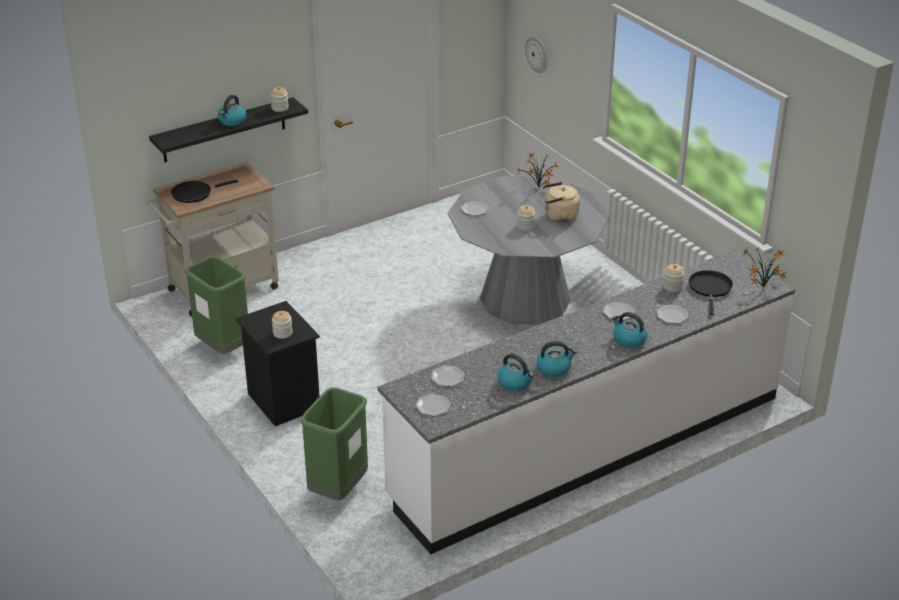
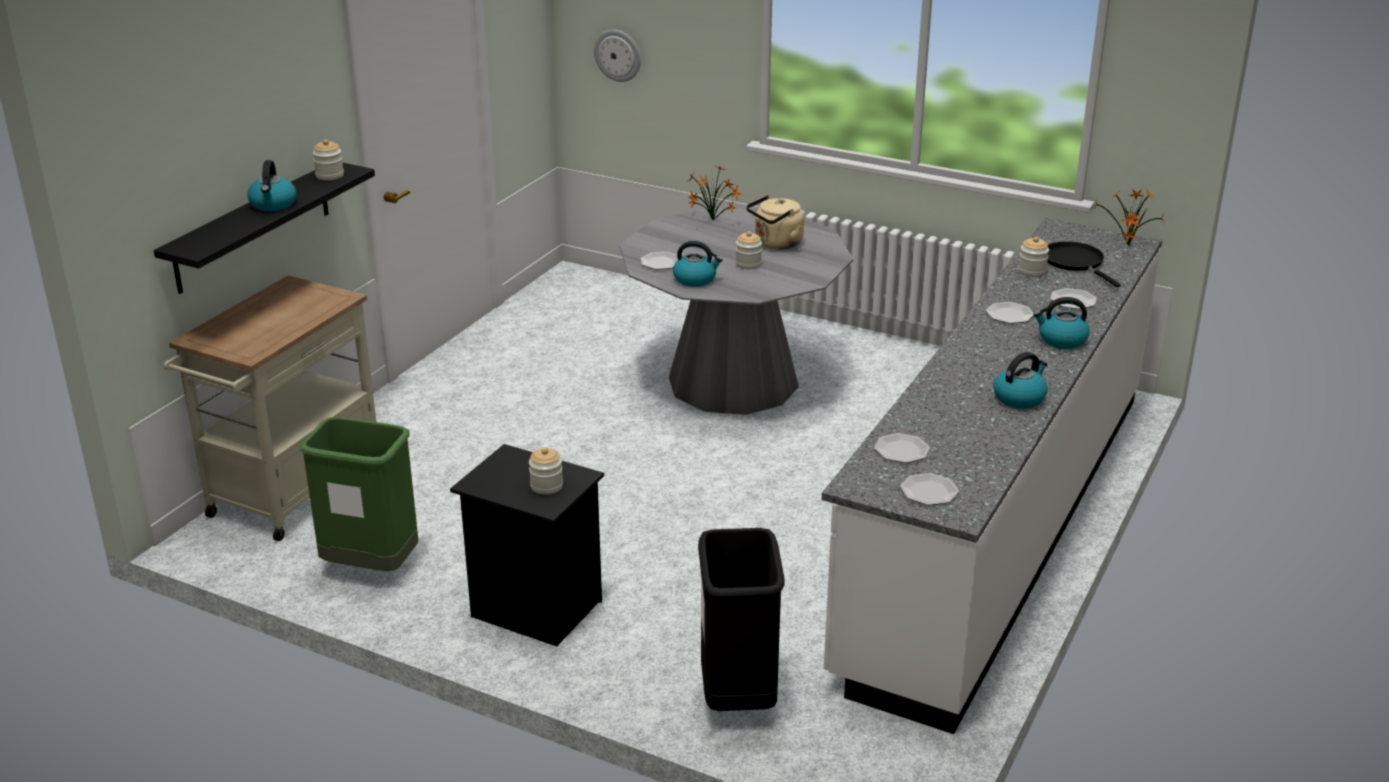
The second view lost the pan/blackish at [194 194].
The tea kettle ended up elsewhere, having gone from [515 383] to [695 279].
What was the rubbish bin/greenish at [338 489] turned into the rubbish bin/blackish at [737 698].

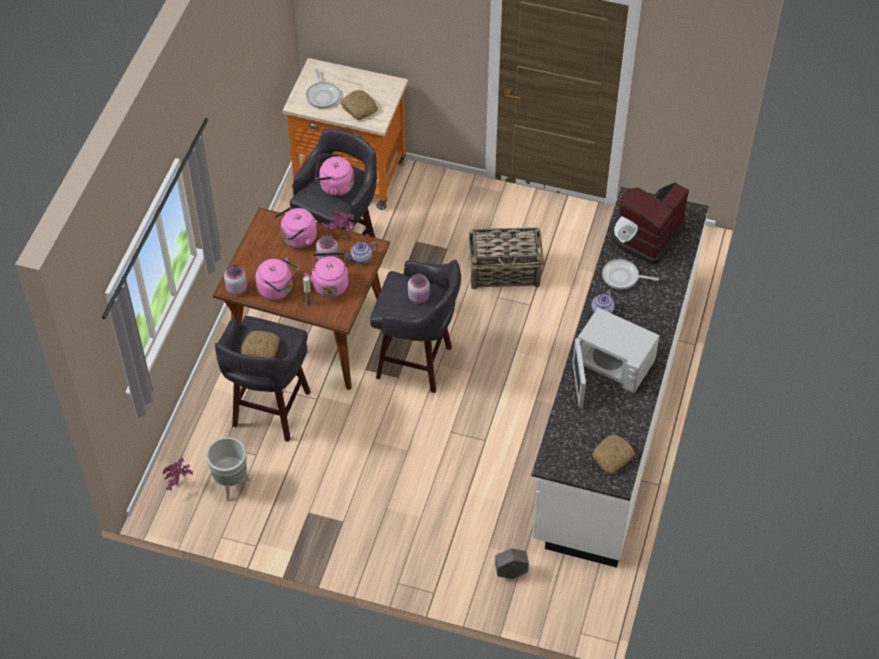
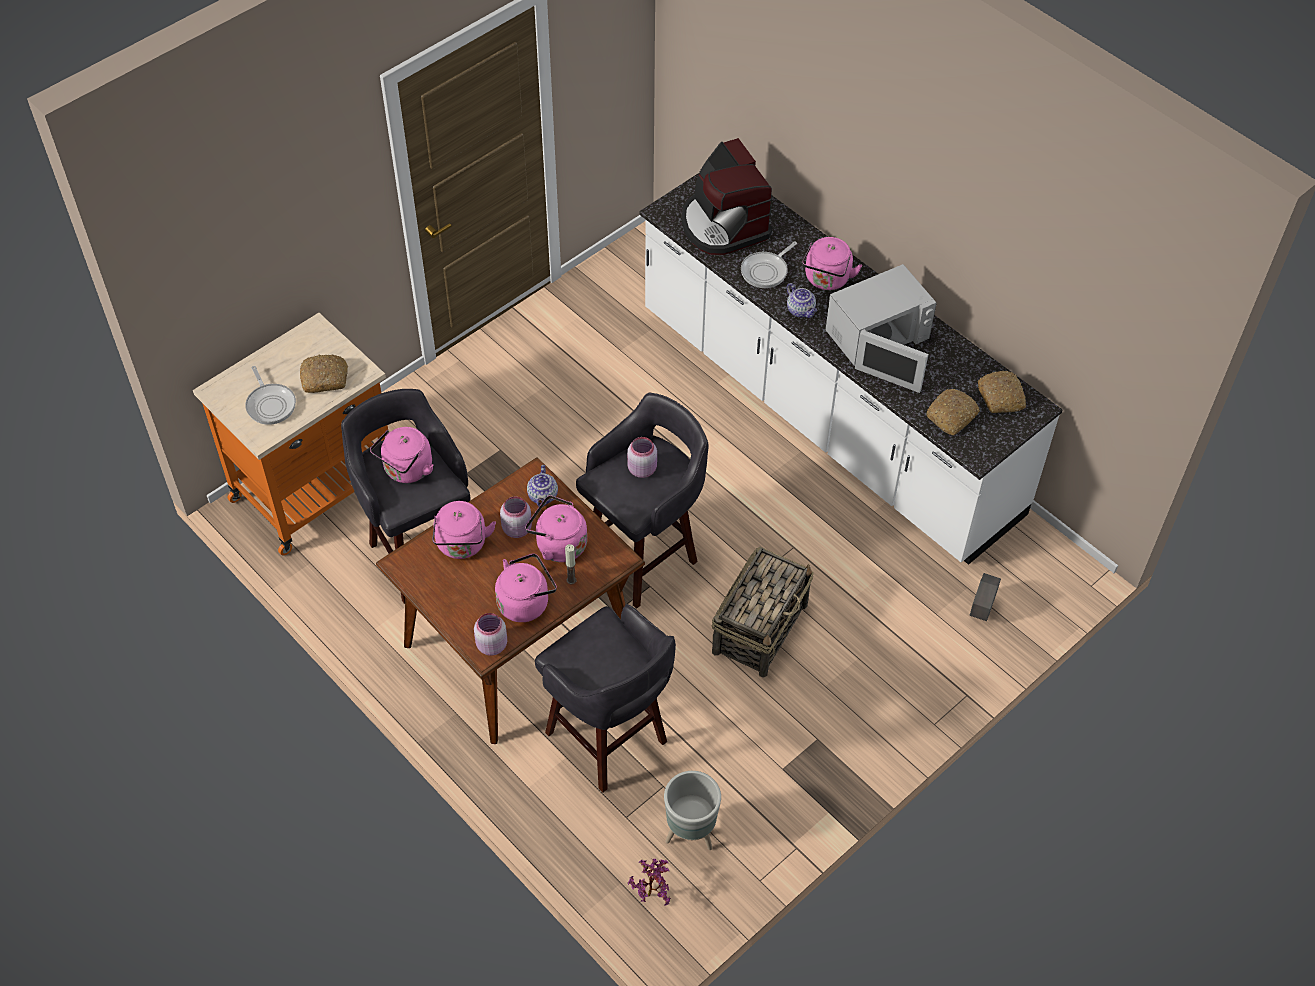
The second view lost the houseplant at [342 236].
The second view gained the tea kettle/pink at [827 280].
The bread ended up elsewhere, having gone from [260 349] to [951 416].
The storage basket ended up elsewhere, having gone from [505 272] to [760 628].
The pan at [322 95] ended up facing another way, 45 degrees clockwise from before.

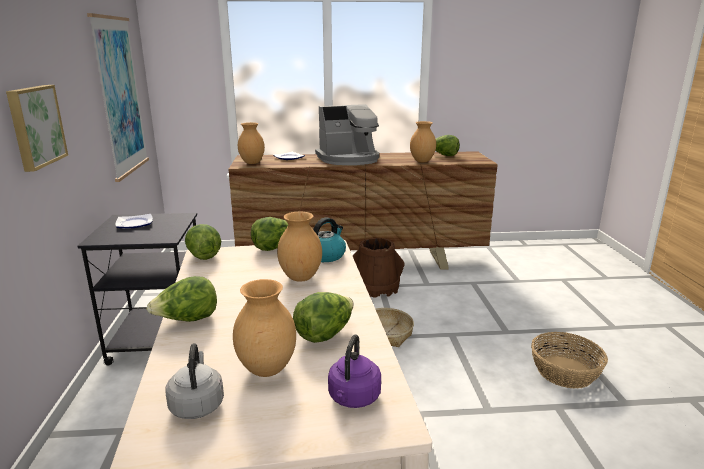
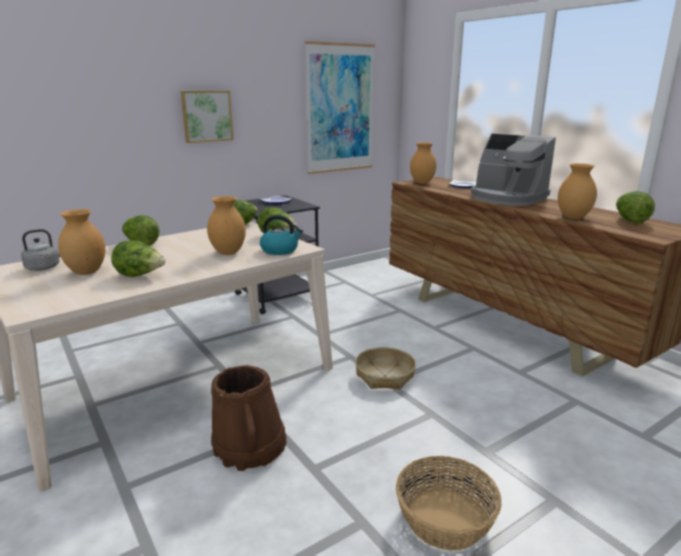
The second view lost the tea kettle/purplish at [353 398].
The bucket/brown ended up elsewhere, having gone from [376 287] to [249 446].

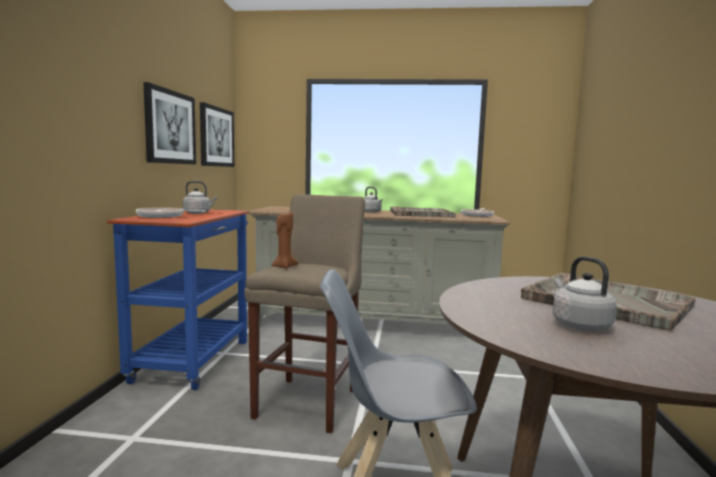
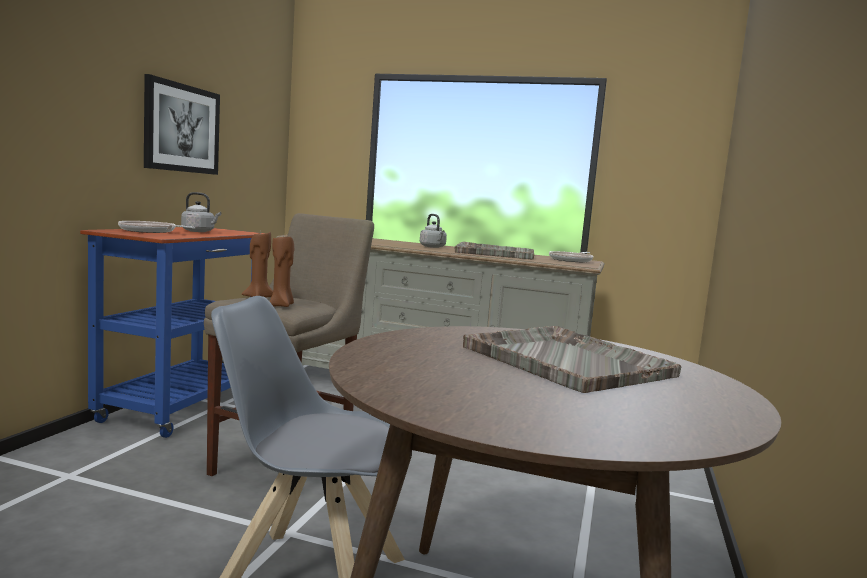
The second view lost the wall art at [216 137].
The second view lost the tea kettle/greyish at [578 325].
The second view gained the wax light/brown at [281 306].

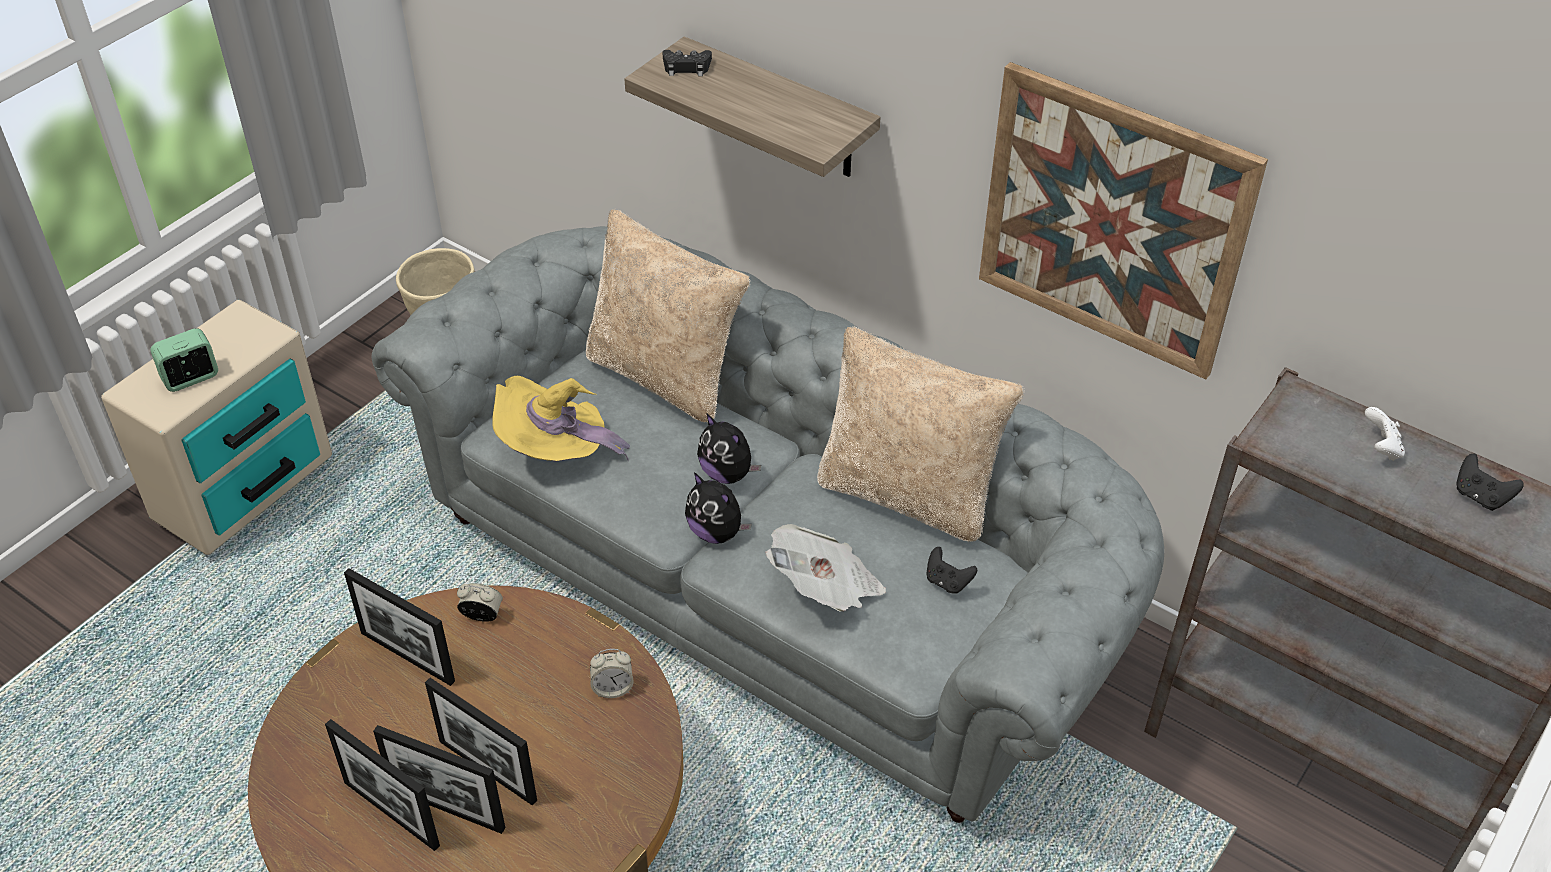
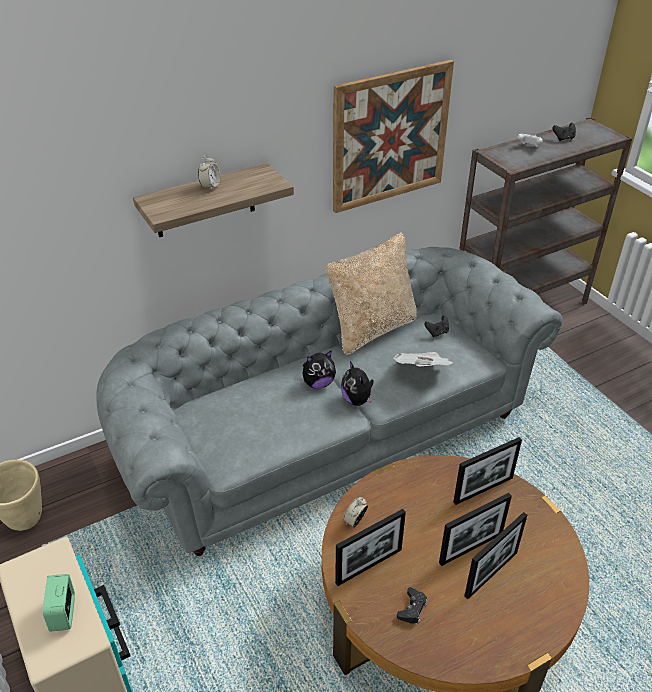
The second view lost the clothing hat/yellow at [556 451].
The second view lost the pillow/sand-coloured at [664 381].
The picture frame ended up elsewhere, having gone from [391 814] to [483 490].
The alarm clock ended up elsewhere, having gone from [612 688] to [210 186].
The gamepad/blackish ended up elsewhere, having gone from [686 67] to [412 609].
The plush toy at [716 532] ended up facing another way, 90 degrees clockwise from before.

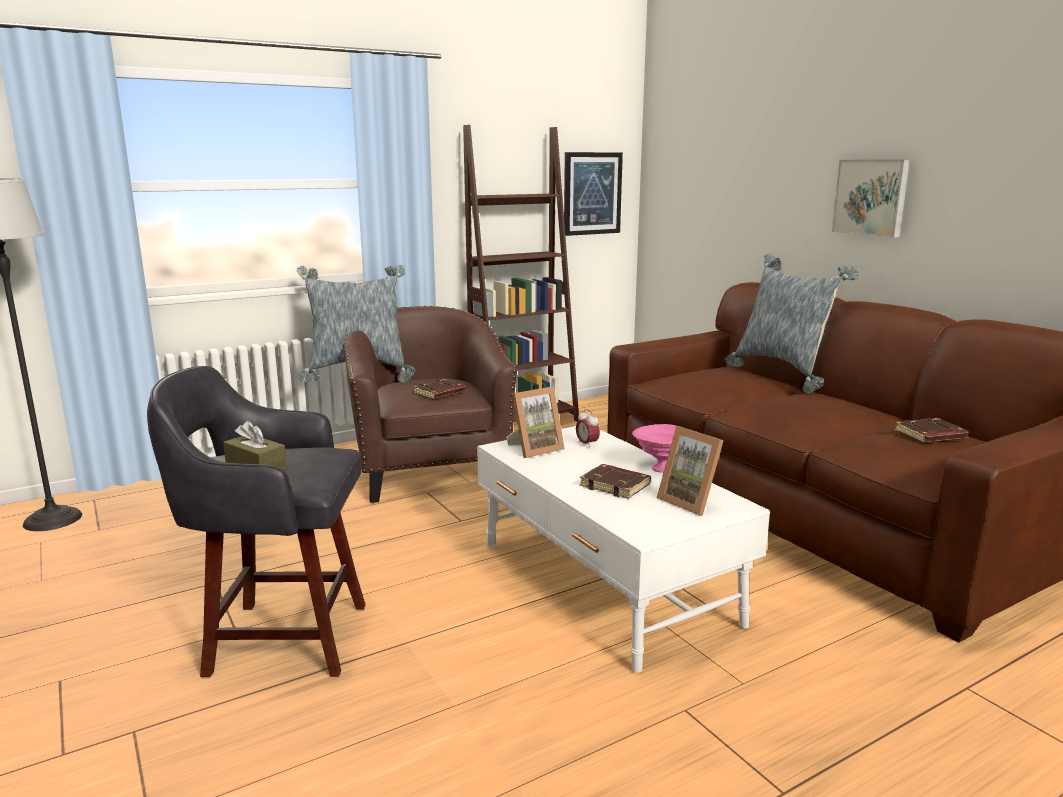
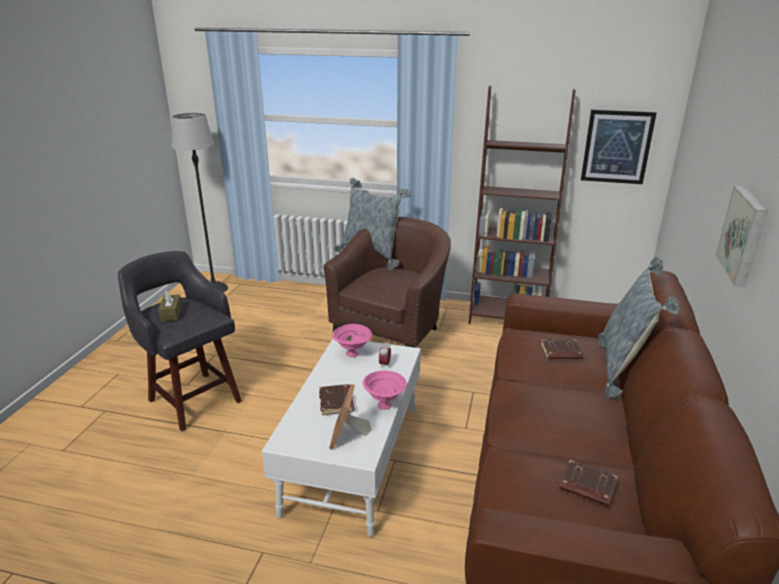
The volume/brown ended up elsewhere, having gone from [439 393] to [561 353].
Where the picture frame stood at [535 449], the serving bowl/pink came to stand at [353 354].

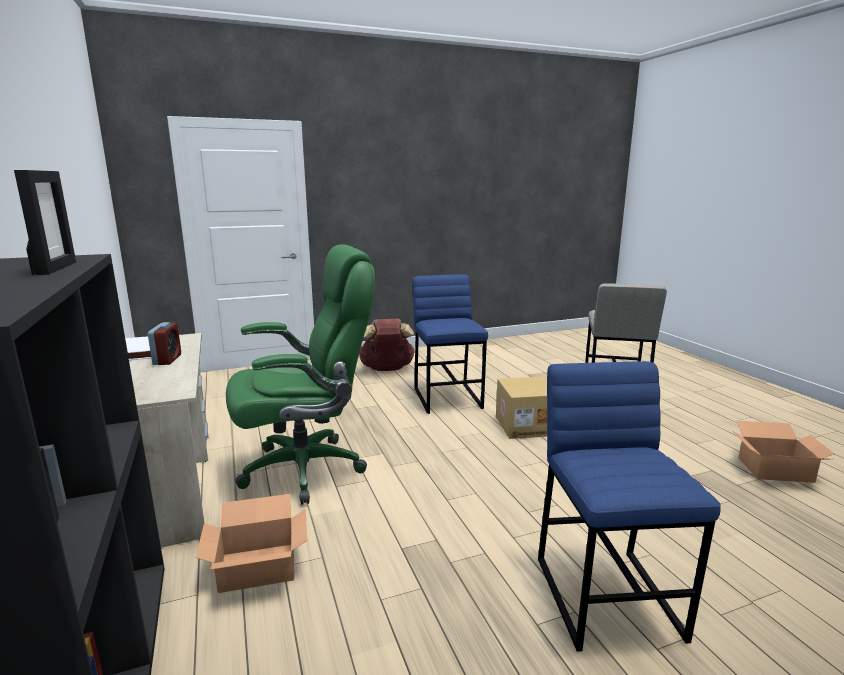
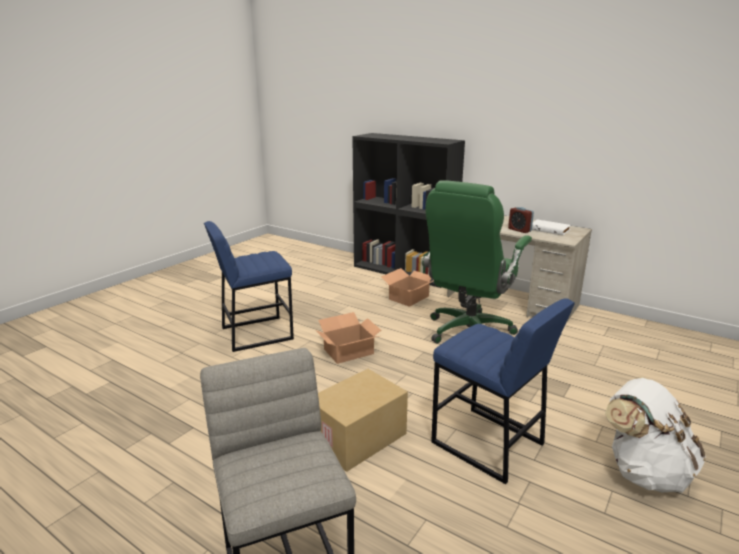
The second view lost the picture frame at [55 268].
The carton ended up elsewhere, having gone from [776 470] to [348 351].
What was the knapsack/brown at [387 369] turned into the knapsack/white at [644 472].
The chair/blue at [605 594] ended up facing another way, 105 degrees clockwise from before.

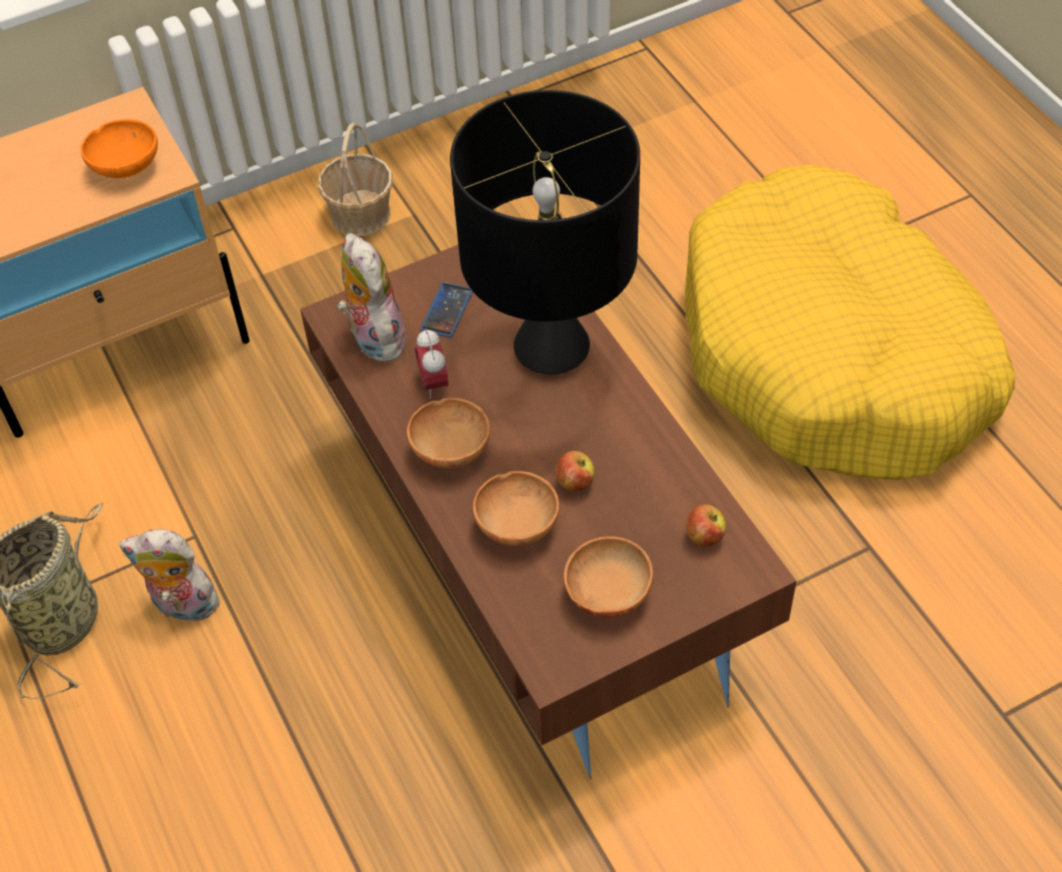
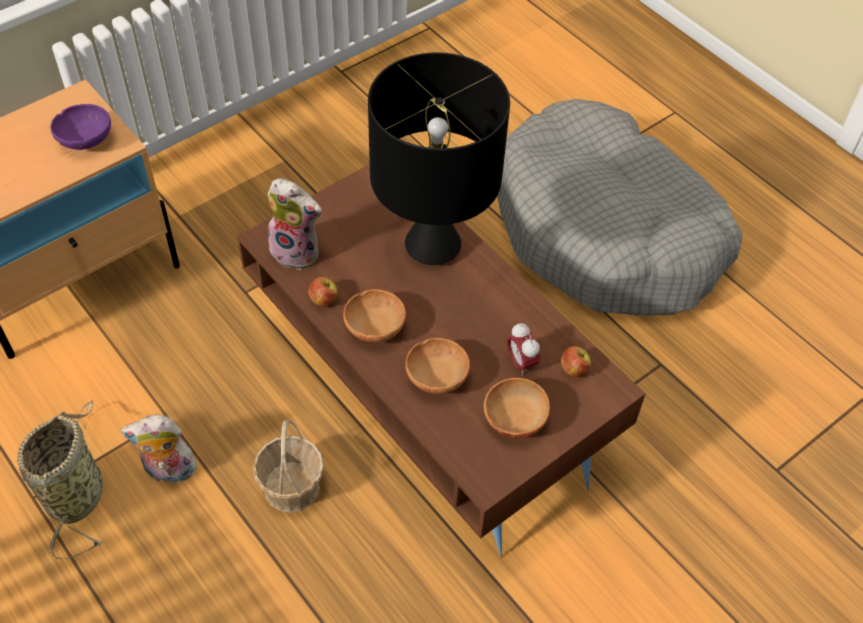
The second view lost the phone at [447 310].
The storage basket ended up elsewhere, having gone from [360 215] to [291 487].
The alarm clock ended up elsewhere, having gone from [434 383] to [521 363].
The whole apple ended up elsewhere, having gone from [575 482] to [323 300].
What was the serving bowl/orange at [126 166] turned into the serving bowl/purplish at [86 140].
What was the pet bed/yellow at [833 355] turned into the pet bed/greyish at [606 232].
The plush toy at [373 337] ended up facing another way, 150 degrees clockwise from before.

